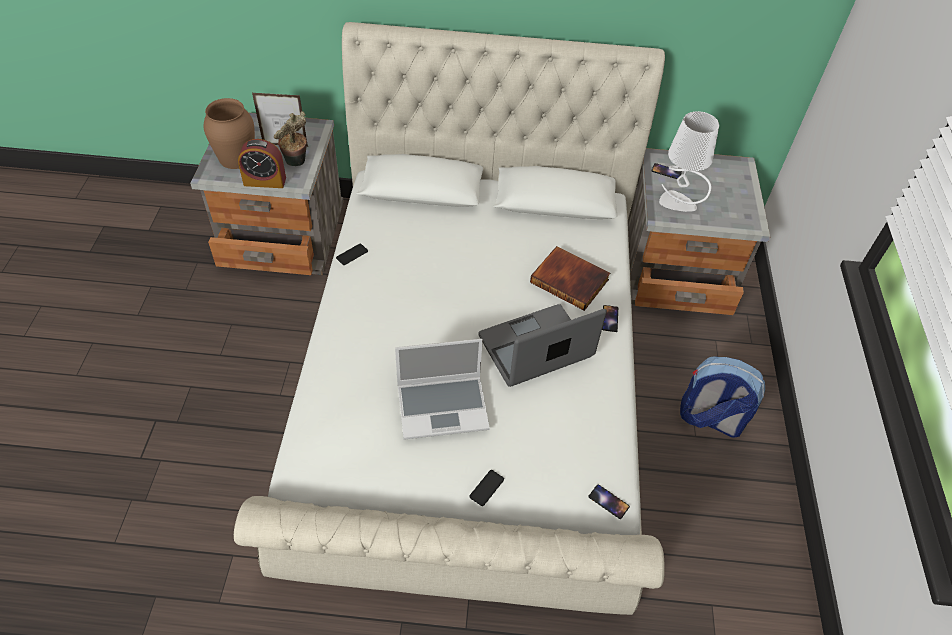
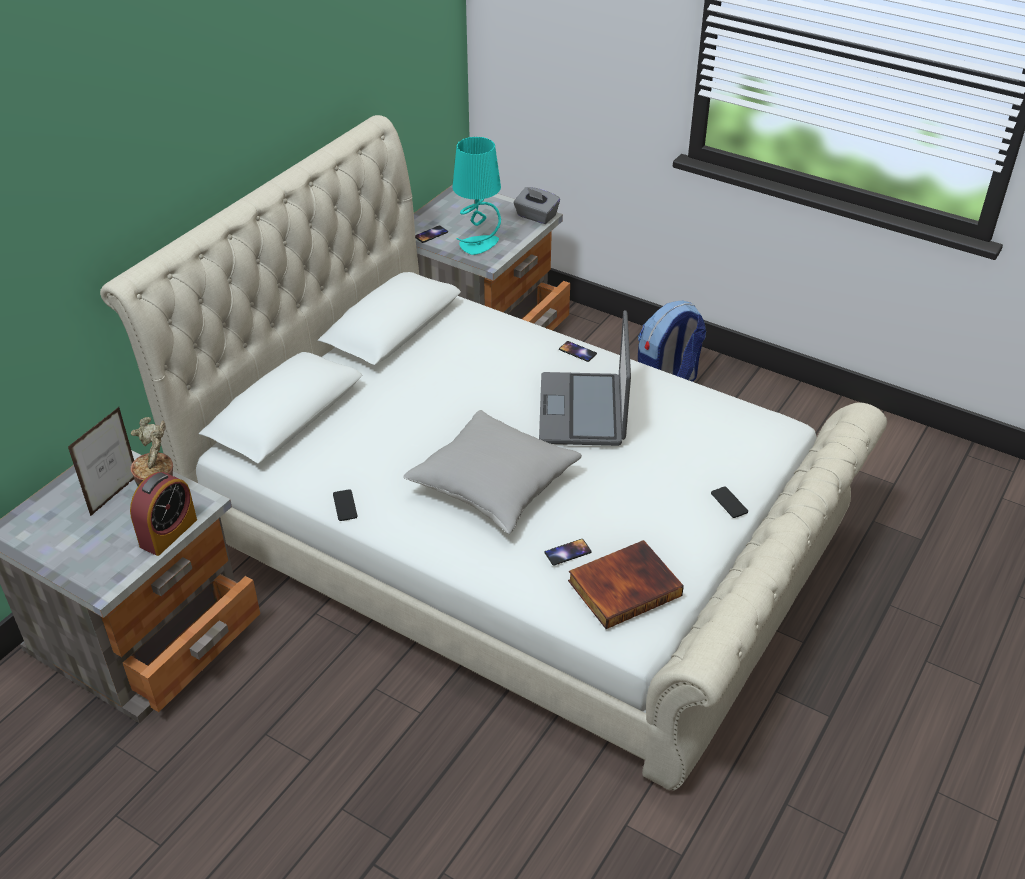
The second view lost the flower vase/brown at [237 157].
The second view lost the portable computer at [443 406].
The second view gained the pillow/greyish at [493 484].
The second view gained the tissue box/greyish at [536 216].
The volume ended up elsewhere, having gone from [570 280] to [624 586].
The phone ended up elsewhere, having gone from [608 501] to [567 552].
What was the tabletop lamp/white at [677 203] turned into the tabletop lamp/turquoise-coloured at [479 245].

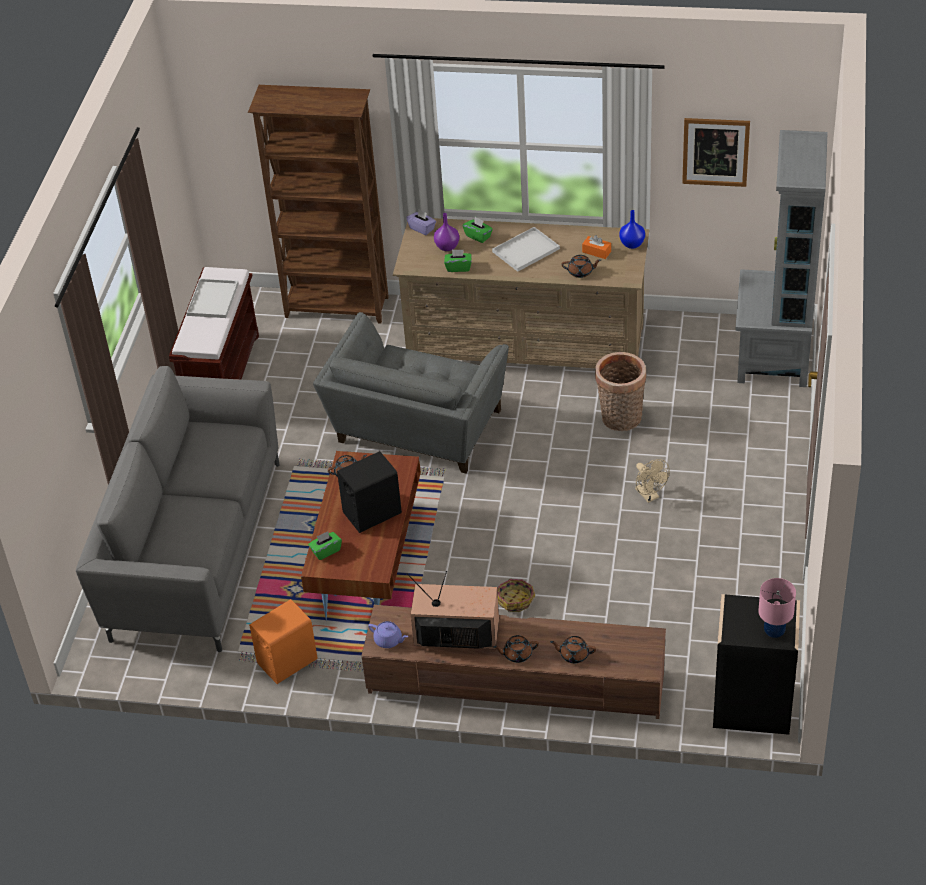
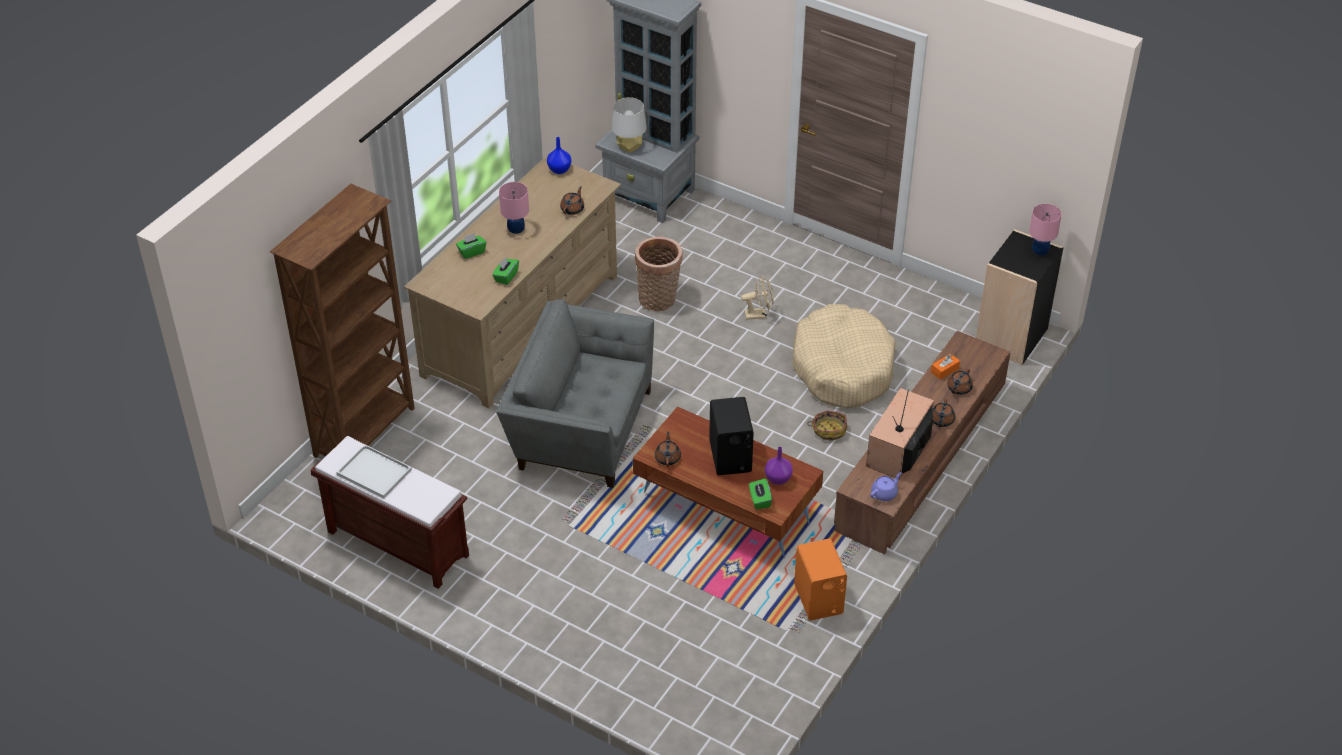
The second view lost the settee/greyish at [194 548].
The second view lost the tissue box/purplish at [422 228].
The second view lost the wall art at [715 151].
The second view gained the tabletop lamp/greyish at [629 147].
The second view gained the pet bed/sand-coloured at [842 368].
The flower vase/purplish ended up elsewhere, having gone from [447 246] to [777 479].
The tissue box/orange ended up elsewhere, having gone from [596 252] to [944 370].
Where the tray/white stood at [526 249], the tabletop lamp/pink came to stand at [515 230].
The lounge chair/greyish at [417 430] ended up facing another way, 150 degrees clockwise from before.

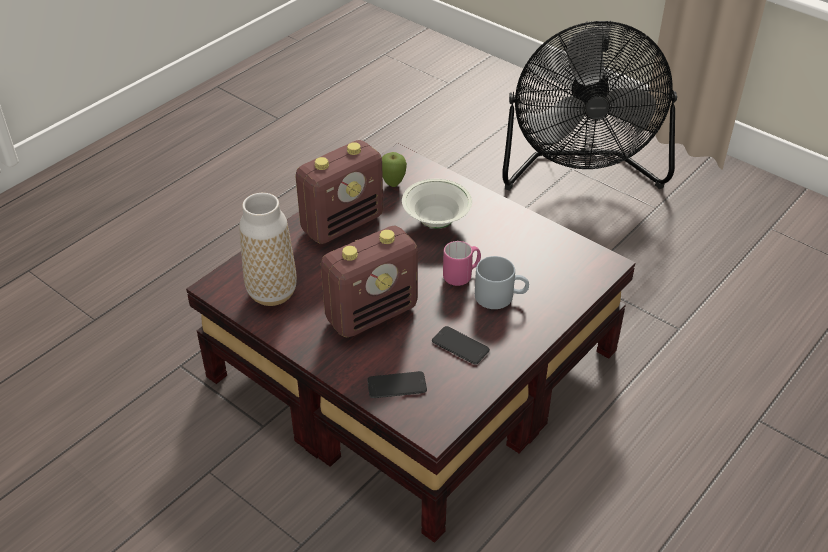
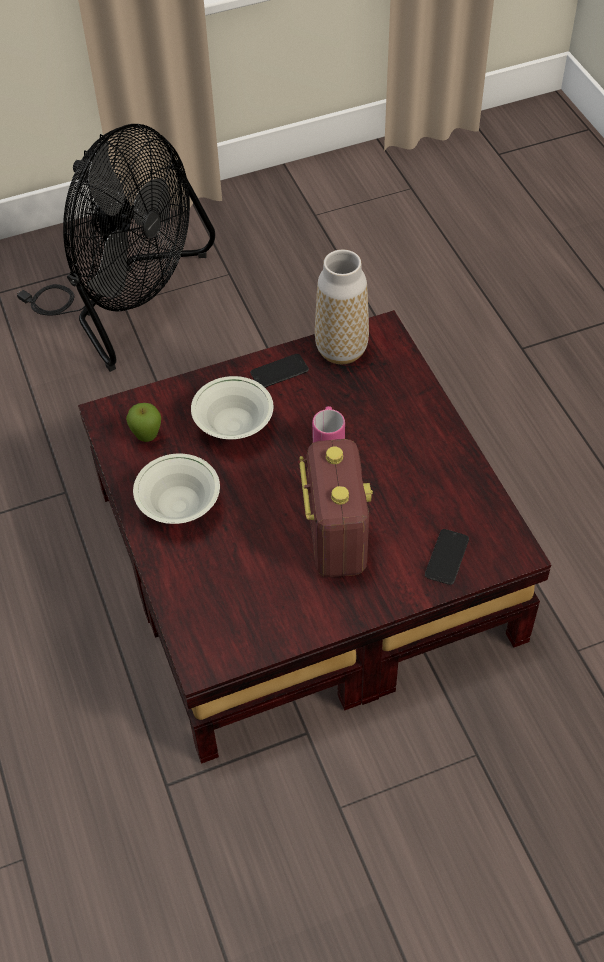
The second view lost the coffee mug/greyish at [500 296].
The flower vase ended up elsewhere, having gone from [272 293] to [341 350].
The phone ended up elsewhere, having gone from [460 346] to [279 372].
Where the radio stood at [343 223], the serving bowl/white came to stand at [179 507].

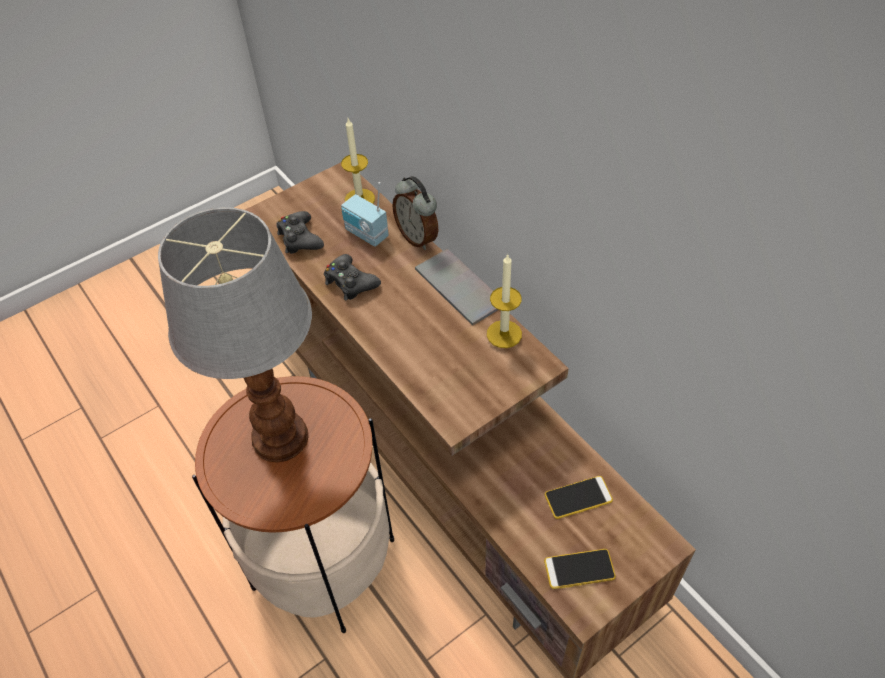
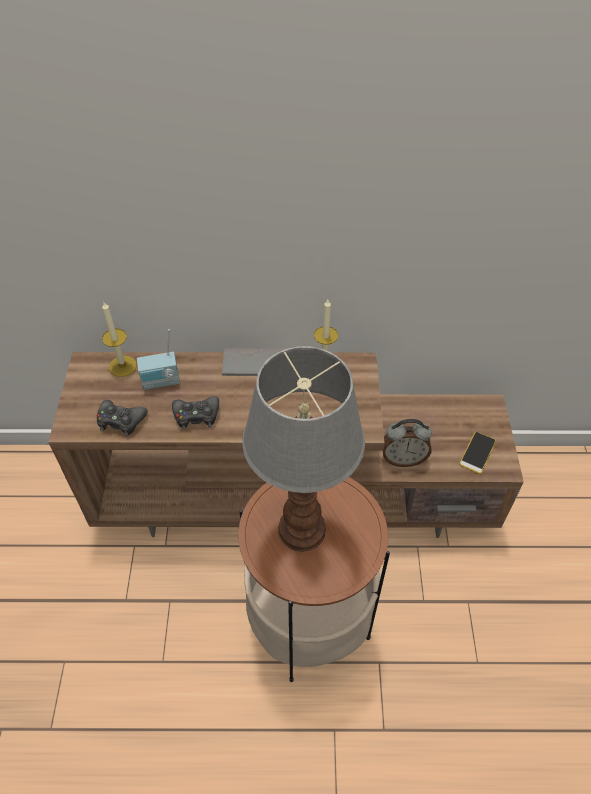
The second view lost the phone at [578 497].
The alarm clock ended up elsewhere, having gone from [418 237] to [403 459].

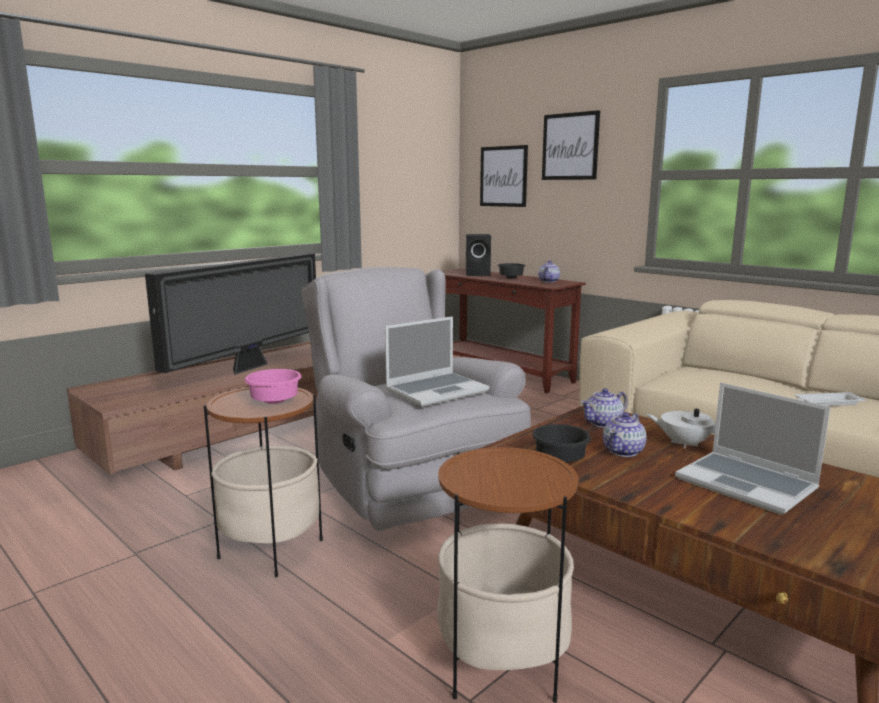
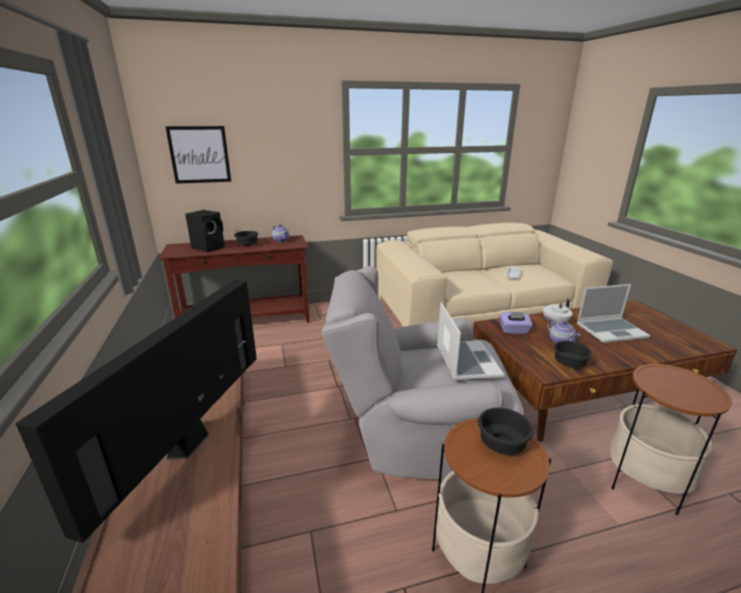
The second view lost the wall art at [570 146].
Where the pot for tea stood at [603 423], the tissue box/purplish came to stand at [514 331].
What was the serving bowl/pink at [276 402] turned into the serving bowl/blackish at [503 443].
The TV set at [249 367] ended up facing another way, 135 degrees counterclockwise from before.

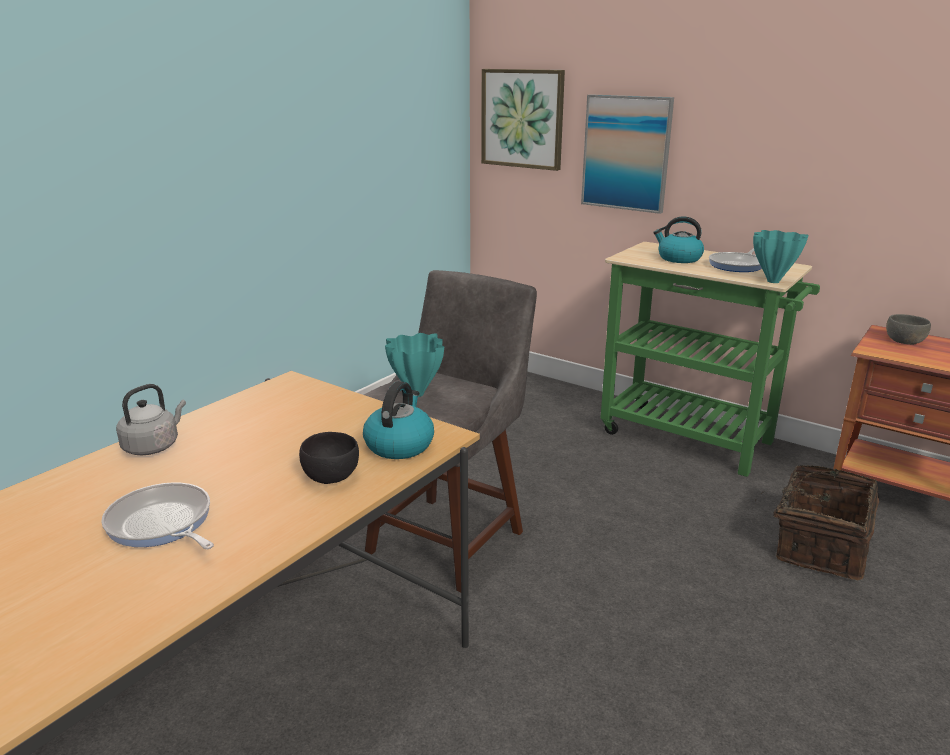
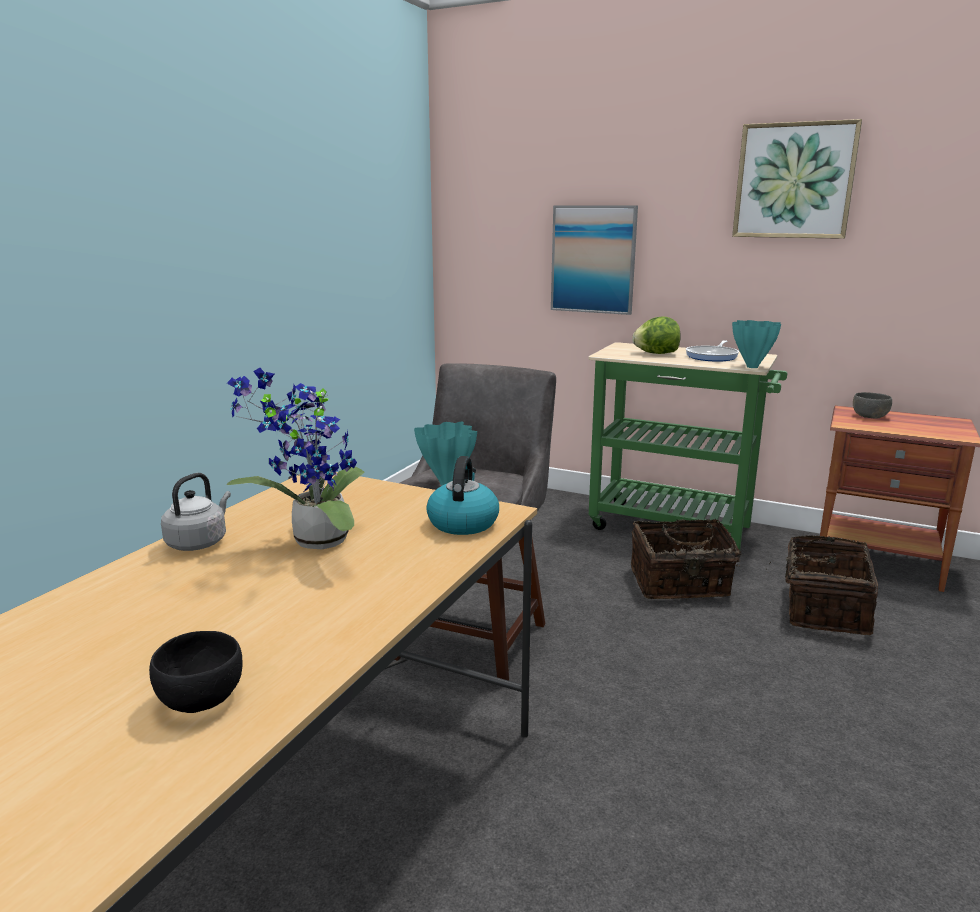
The second view lost the pan at [162 524].
The second view gained the houseplant at [314 542].
The second view gained the storage basket at [680 583].
The serving bowl/blackish ended up elsewhere, having gone from [331 475] to [201 697].
The wall art ended up elsewhere, having gone from [522 118] to [794 181].
Where the tea kettle stood at [678 258], the lettuce head came to stand at [656 353].

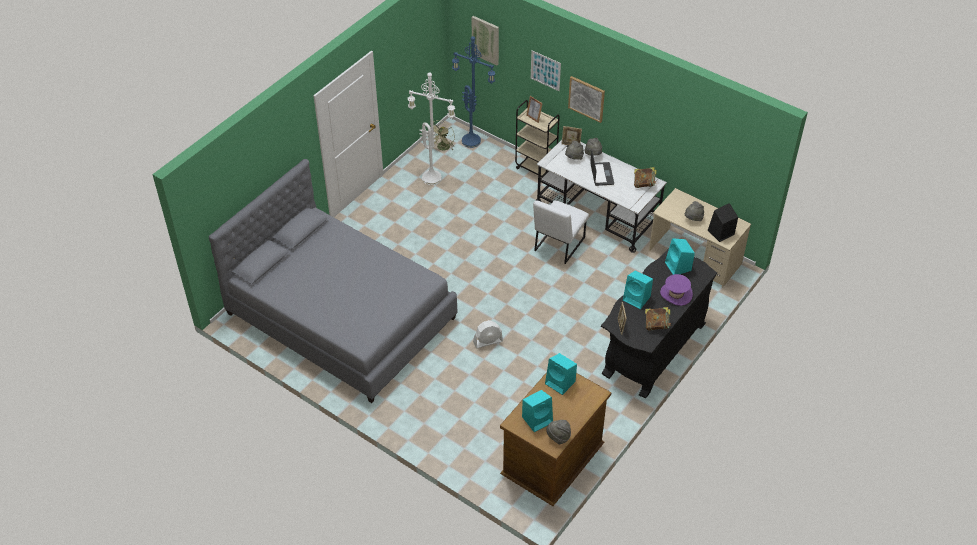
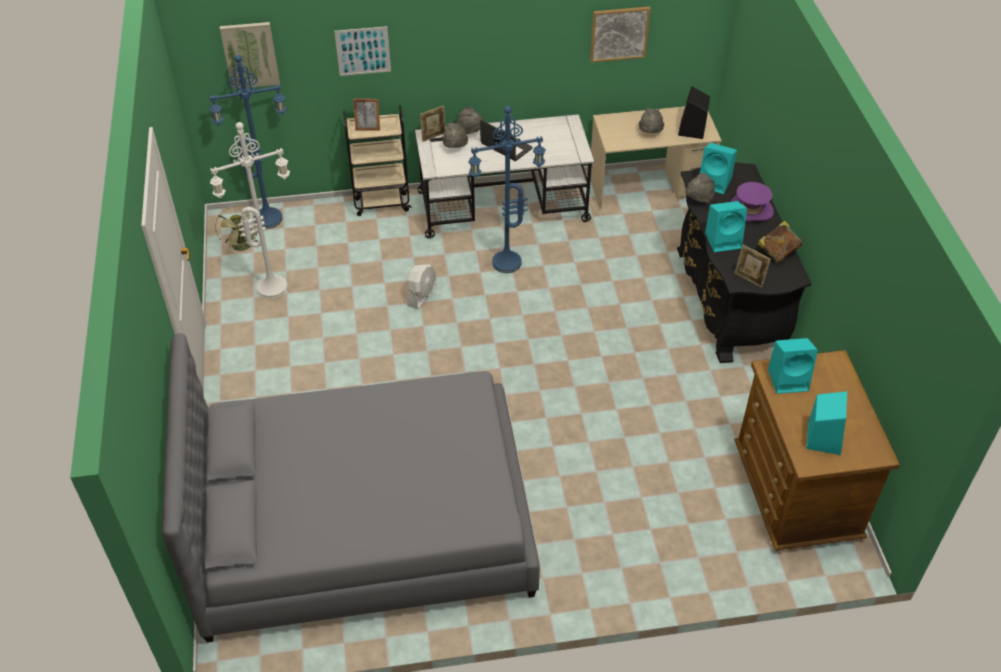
The second view lost the volume at [644 184].
The cooling fan/white ended up elsewhere, having gone from [488 341] to [422 295].
The clothing hat/greyish ended up elsewhere, having gone from [558 437] to [698 200].
The wall art ended up elsewhere, having gone from [586 98] to [619 33].
Where the chair/white stood at [558 245], the standing lamp/blue came to stand at [506 264].

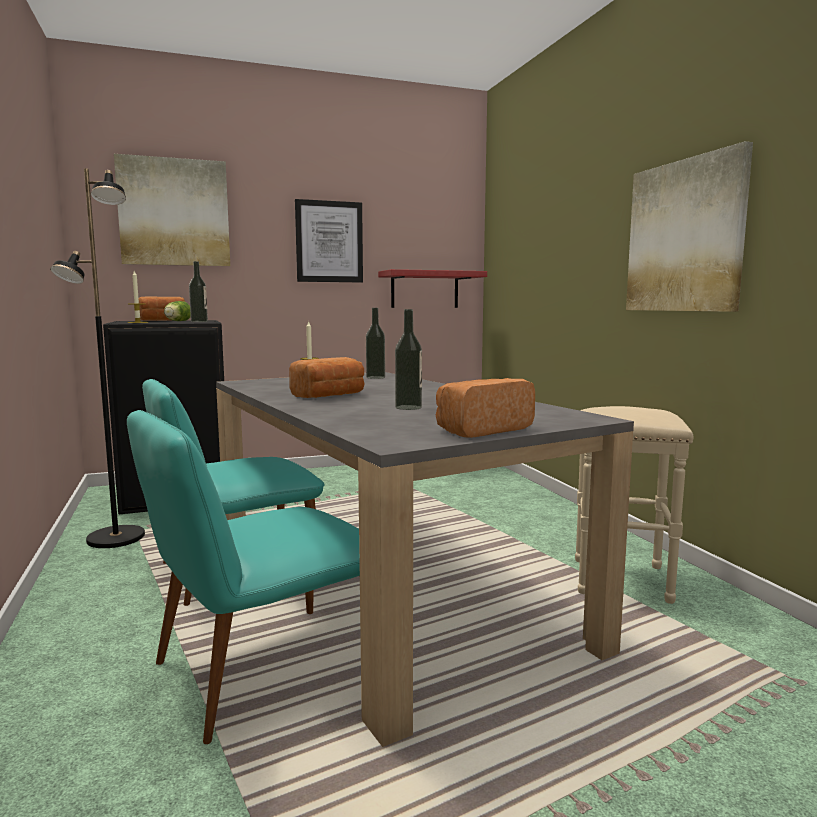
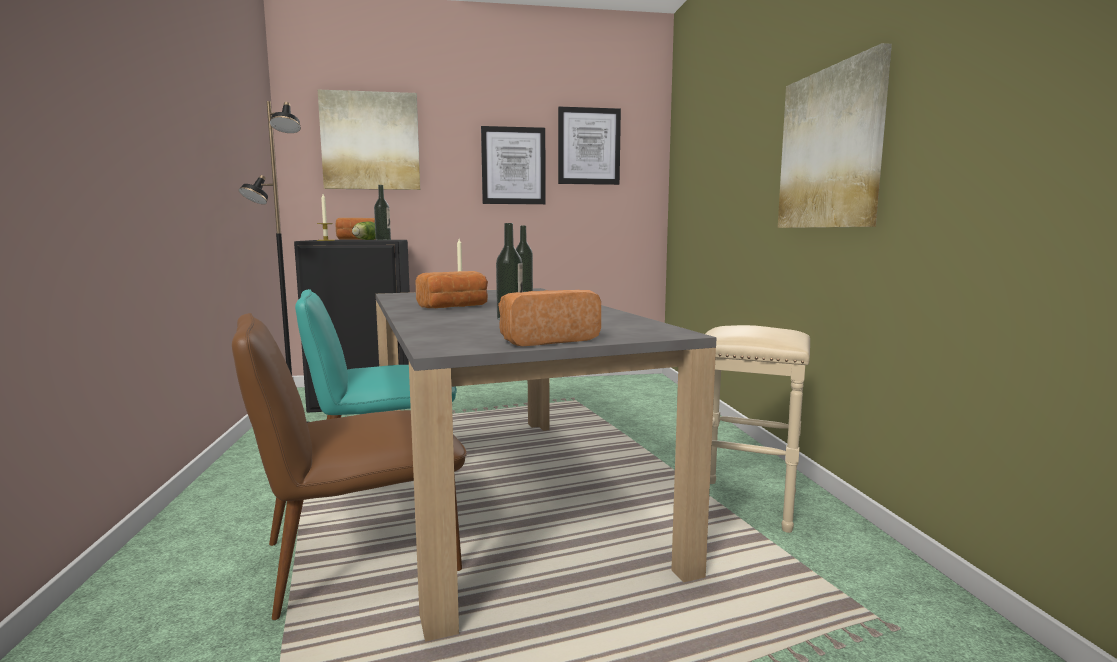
The second view lost the bracket shelf/reddish at [424 290].
The second view gained the wall art at [589 146].
What was the chair/turquoise-coloured at [266 666] turned into the chair/brown at [361 556].

